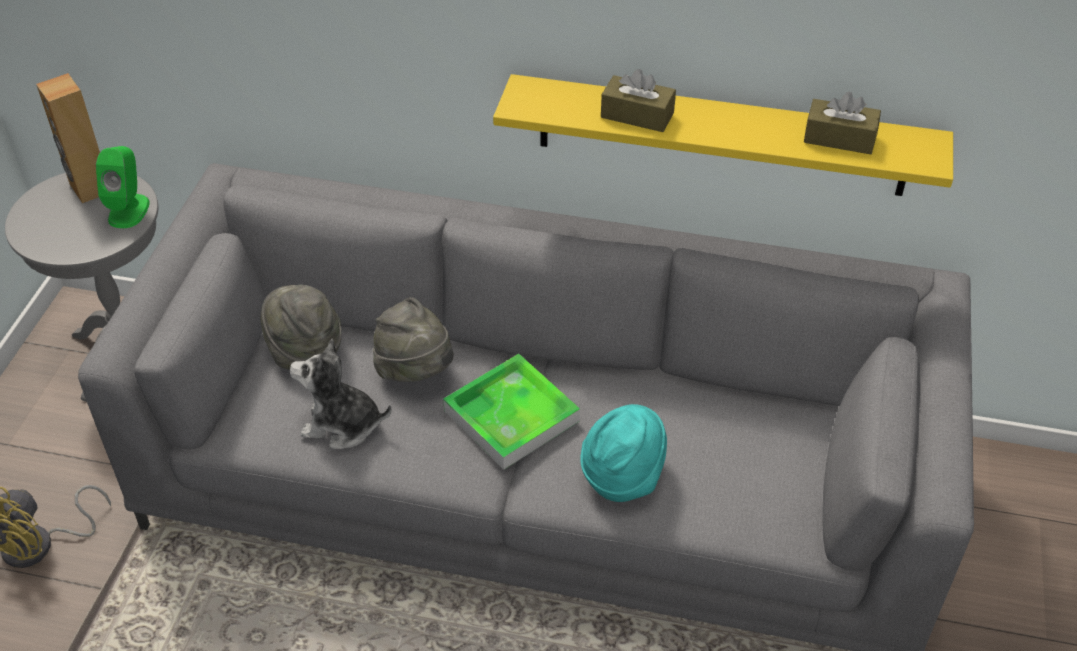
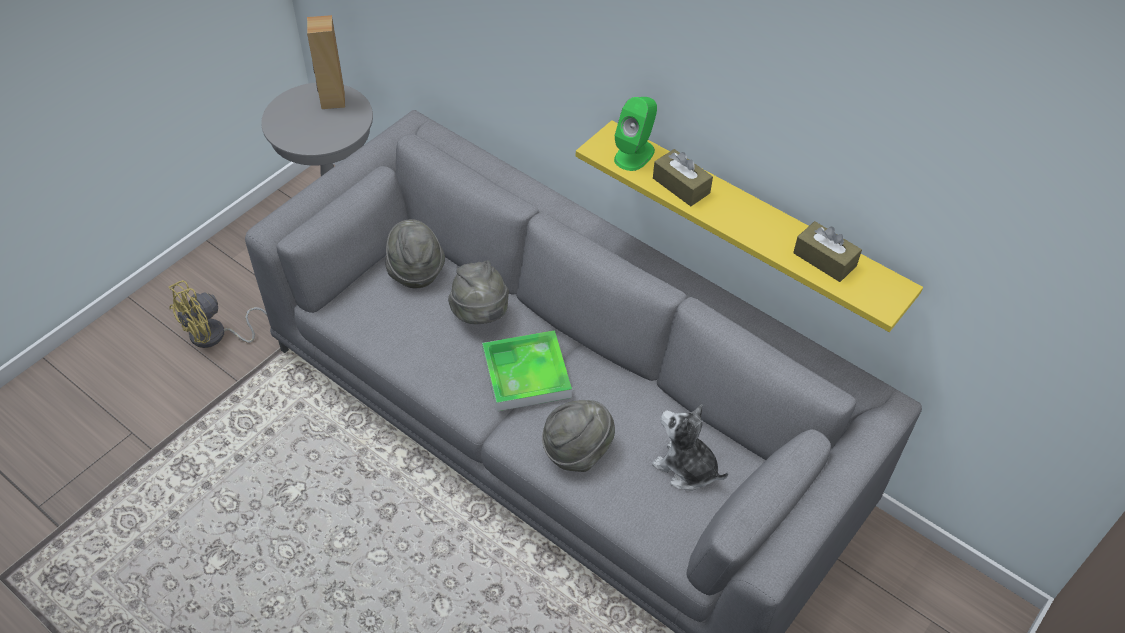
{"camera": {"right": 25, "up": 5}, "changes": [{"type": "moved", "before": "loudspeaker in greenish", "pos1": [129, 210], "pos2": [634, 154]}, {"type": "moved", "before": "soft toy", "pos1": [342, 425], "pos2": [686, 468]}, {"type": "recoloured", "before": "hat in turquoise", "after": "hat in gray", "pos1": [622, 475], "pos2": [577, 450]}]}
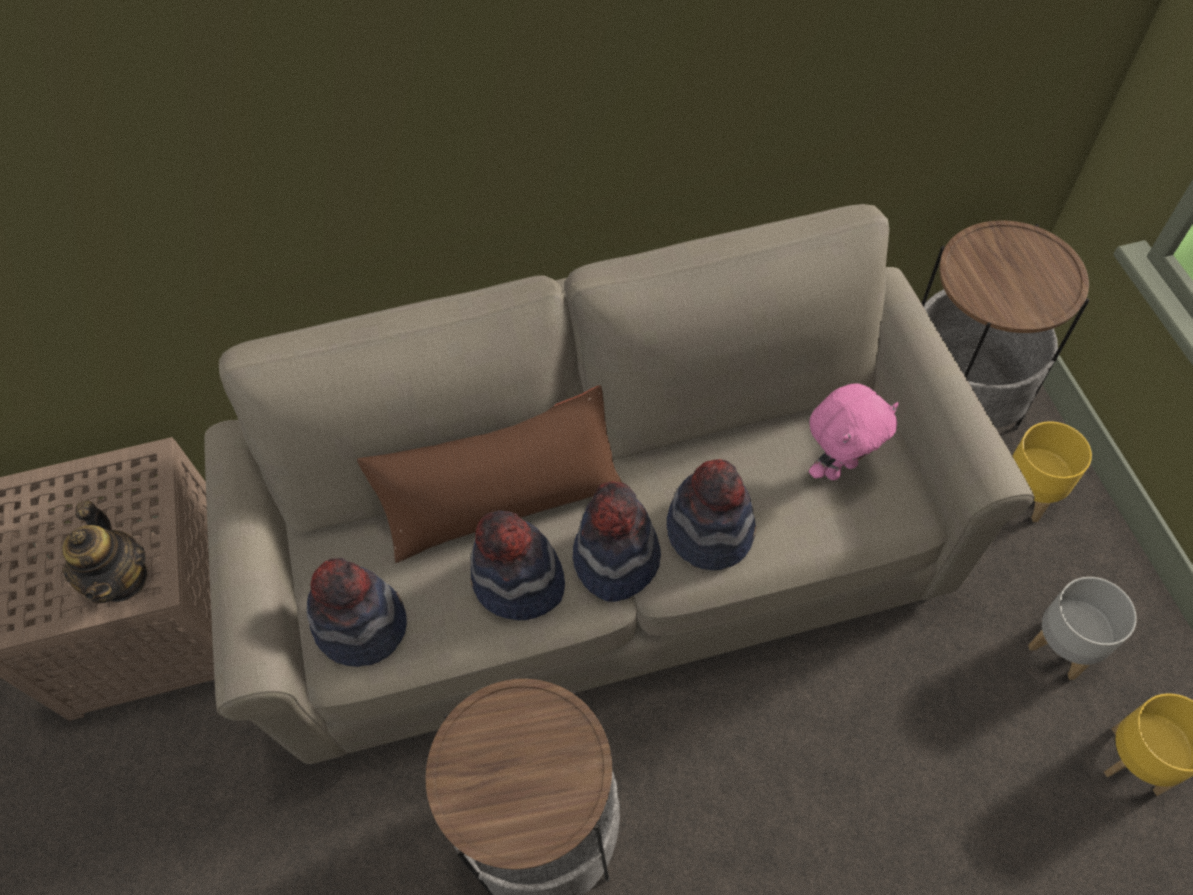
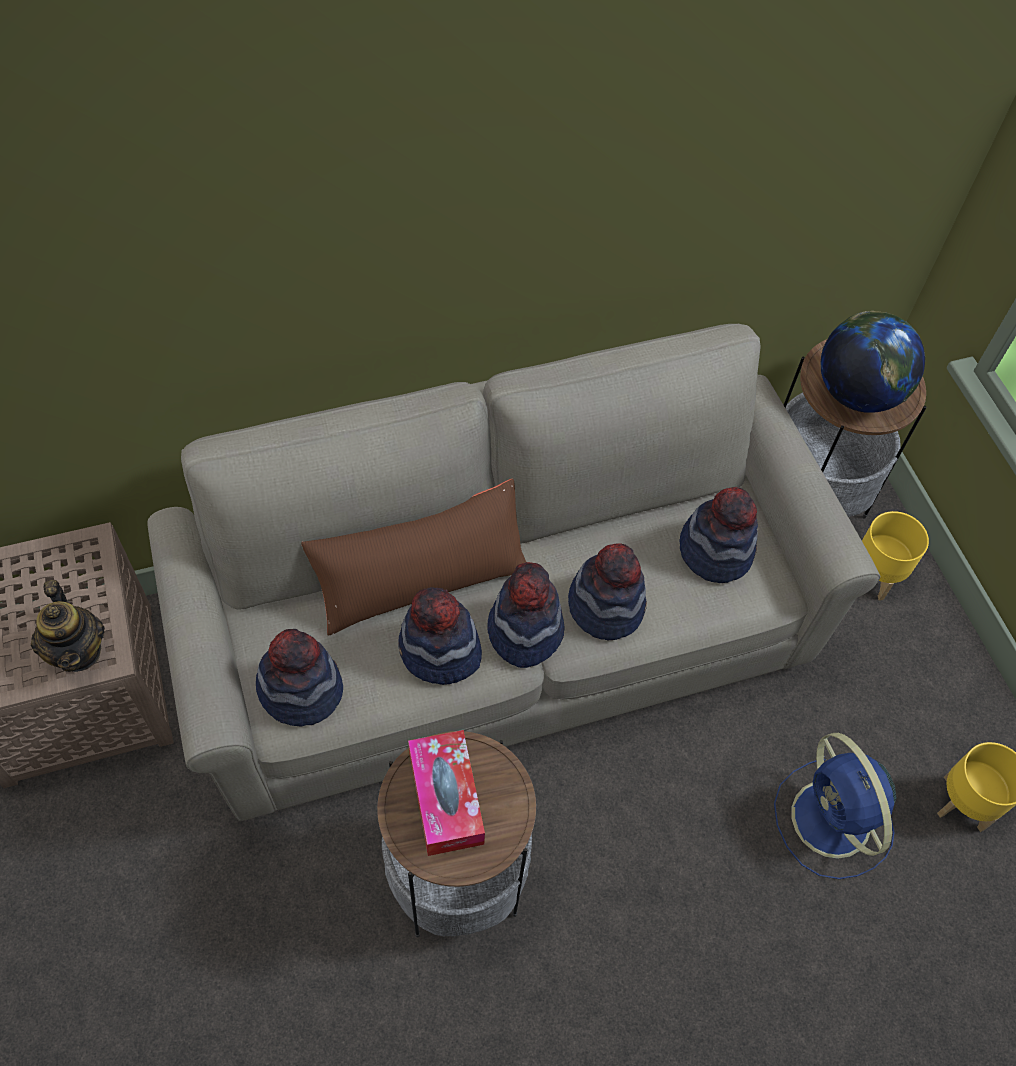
{"camera": {"right": -10, "up": 0}, "changes": [{"type": "removed", "before": "plant pot in gray", "pos1": [1064, 647]}, {"type": "added", "after": "box of tissues", "pos2": [446, 798]}, {"type": "added", "after": "electric fan in blue", "pos2": [832, 822]}, {"type": "added", "after": "desk globe", "pos2": [857, 394]}, {"type": "replaced", "before": "soft toy in pink-coloured", "after": "hat", "pos1": [839, 467], "pos2": [715, 551]}]}
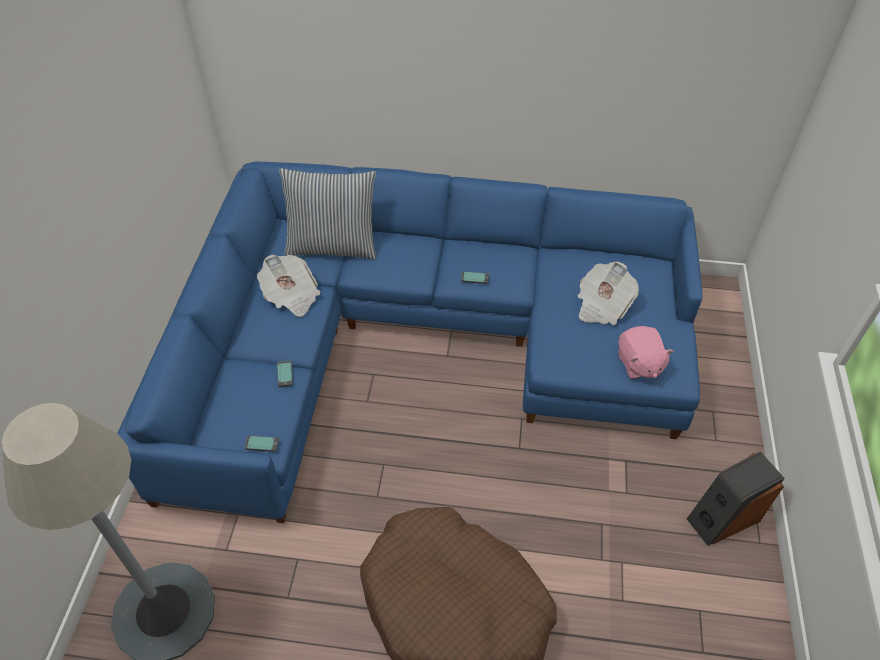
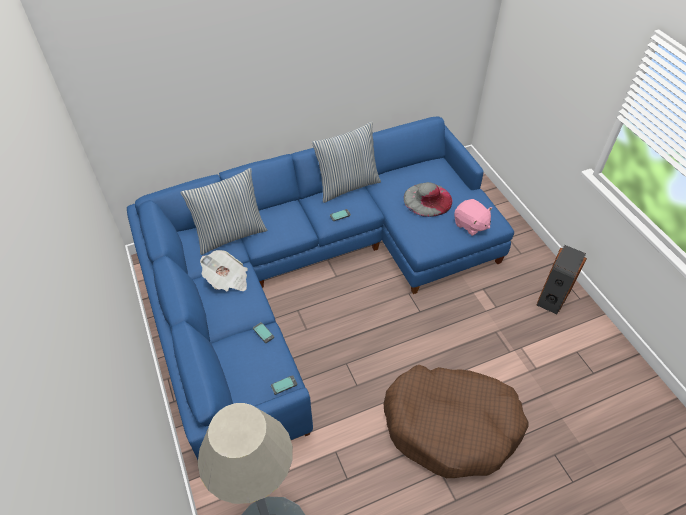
{"camera": {"right": -30, "up": 0}, "changes": [{"type": "added", "after": "cushion", "pos2": [347, 185]}, {"type": "replaced", "before": "daily paper", "after": "hat in gray", "pos1": [602, 305], "pos2": [427, 199]}]}
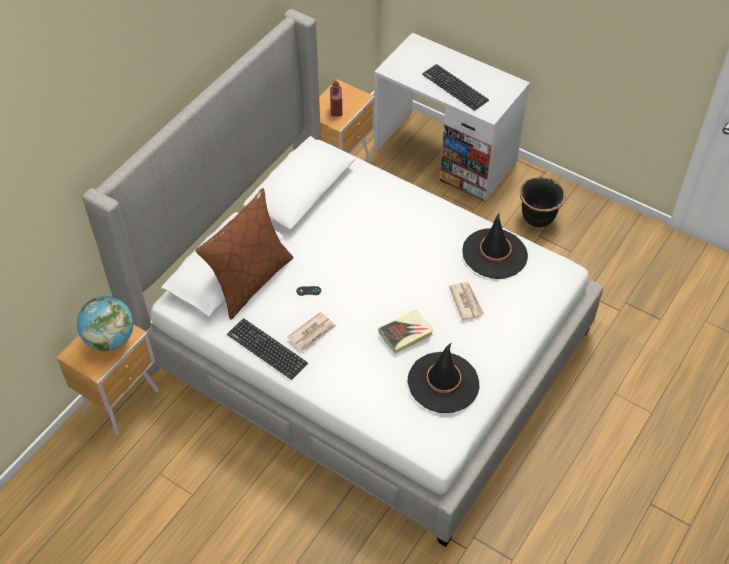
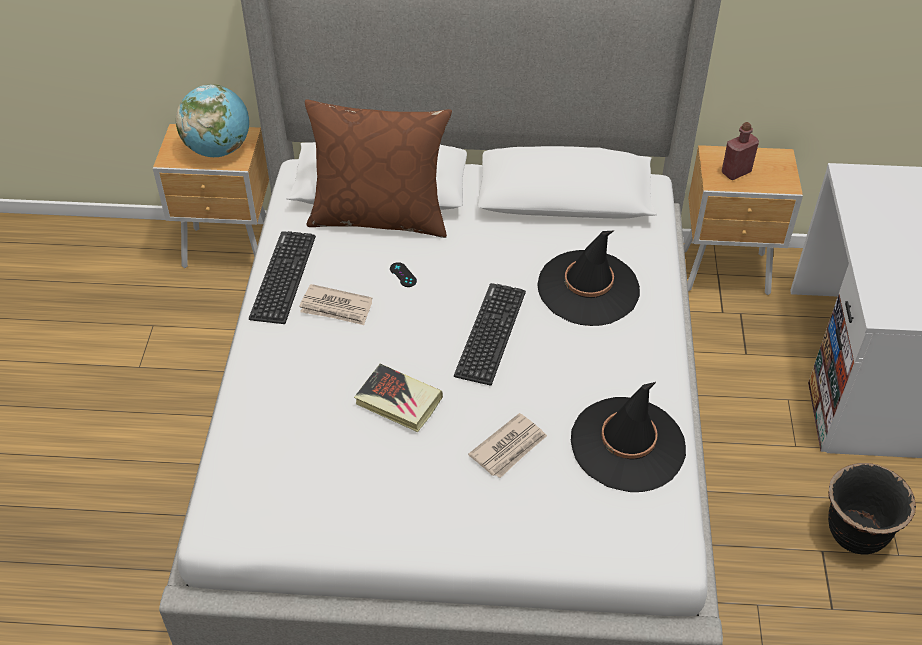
{"camera": {"right": 60, "up": -5}, "changes": [{"type": "moved", "before": "hat in blackish", "pos1": [443, 382], "pos2": [588, 288]}, {"type": "moved", "before": "computer keyboard", "pos1": [455, 87], "pos2": [490, 333]}]}
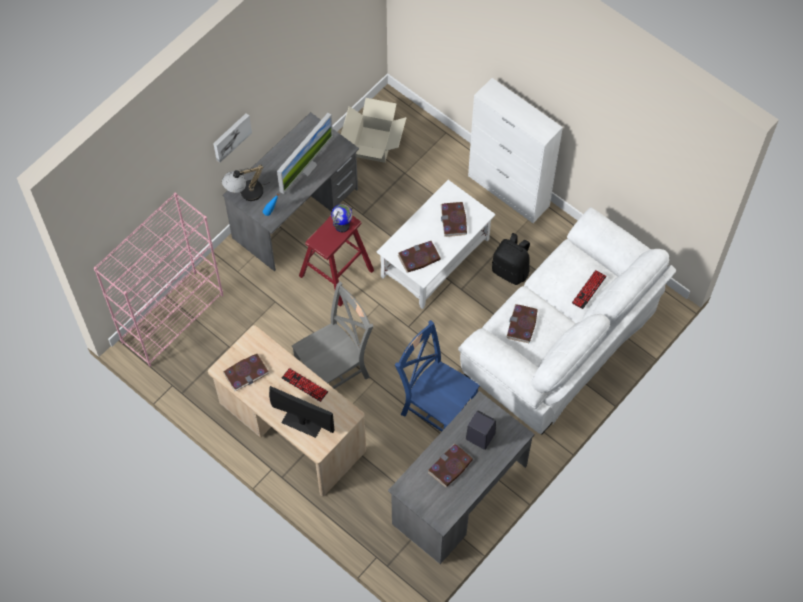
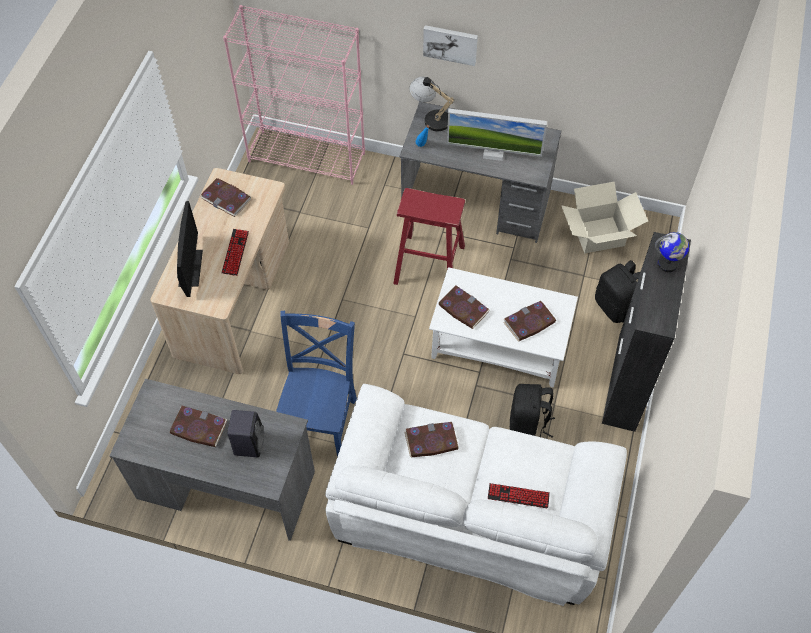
{"camera": {"right": 65, "up": -5}, "changes": [{"type": "removed", "before": "chair in gray", "pos1": [335, 370]}, {"type": "added", "after": "rucksack in blackish", "pos2": [615, 306]}, {"type": "moved", "before": "desk globe", "pos1": [342, 226], "pos2": [667, 264]}, {"type": "recoloured", "before": "cupboard in white", "after": "cupboard in blackish", "pos1": [509, 191], "pos2": [626, 382]}]}
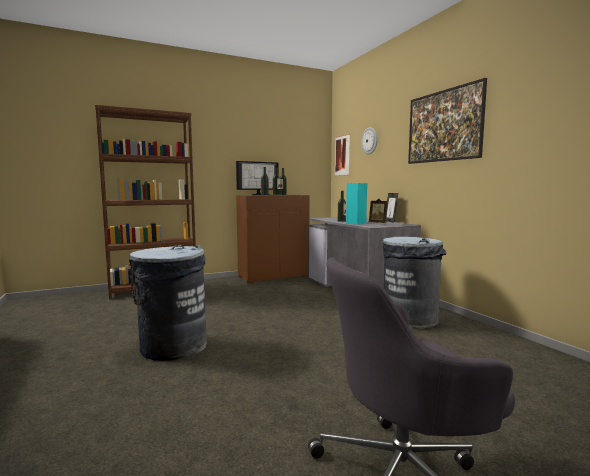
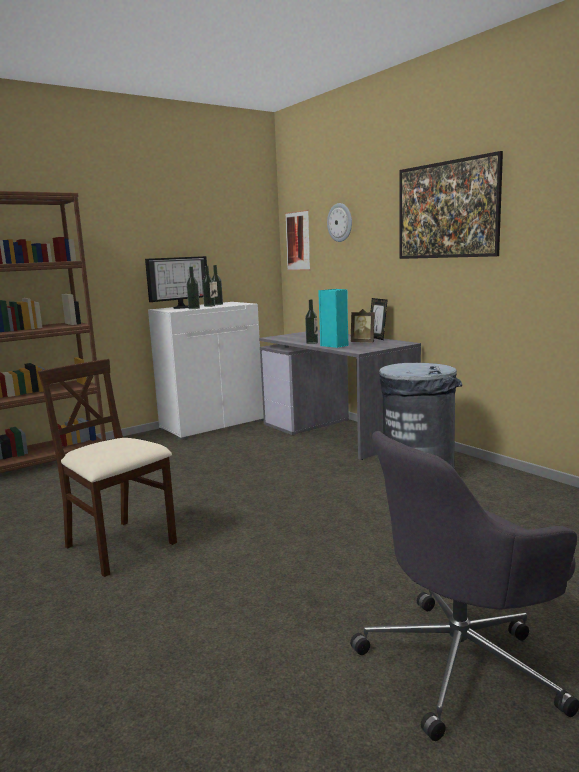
{"camera": {"right": -10, "up": 5}, "changes": [{"type": "replaced", "before": "trash can in gray", "after": "chair in beige-coloured", "pos1": [173, 346], "pos2": [119, 546]}, {"type": "recoloured", "before": "cupboard in brown-coloured", "after": "cupboard in white", "pos1": [273, 276], "pos2": [212, 424]}]}
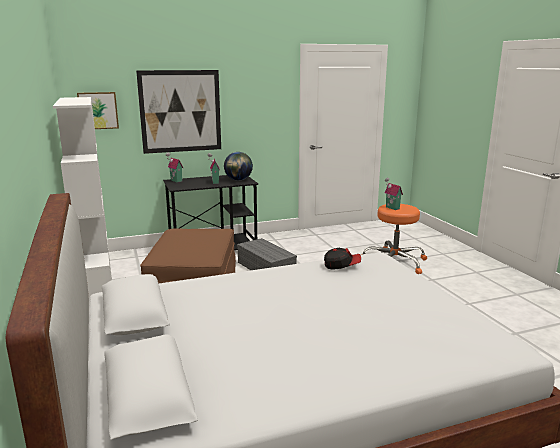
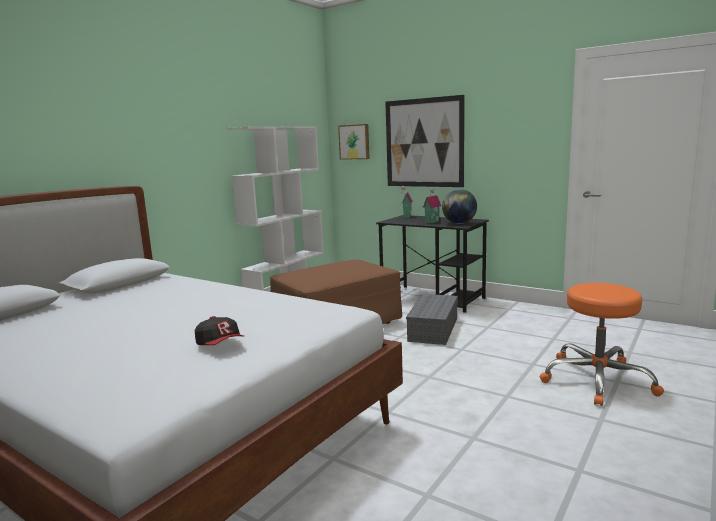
{"camera": {"right": 55, "up": -5}, "changes": [{"type": "removed", "before": "toy house", "pos1": [391, 208]}, {"type": "moved", "before": "cap", "pos1": [342, 266], "pos2": [220, 345]}]}
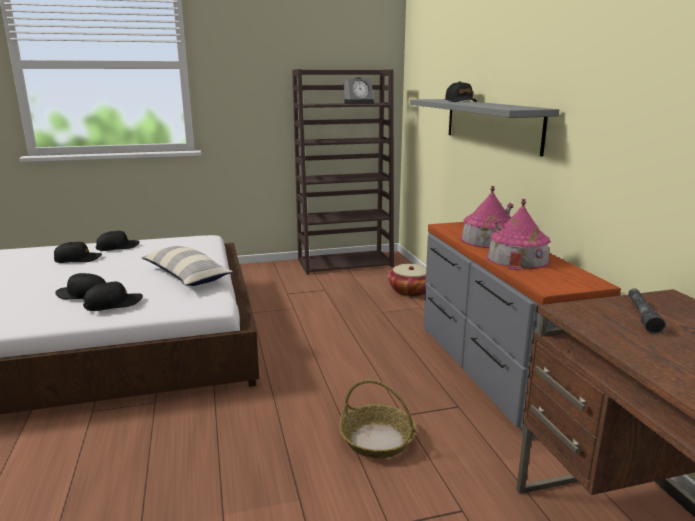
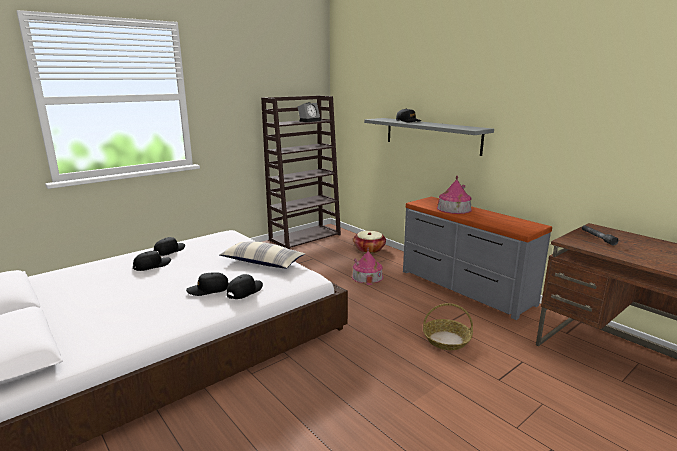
{"camera": {"right": -25, "up": 0}, "changes": [{"type": "moved", "before": "toy house", "pos1": [517, 258], "pos2": [367, 276]}]}
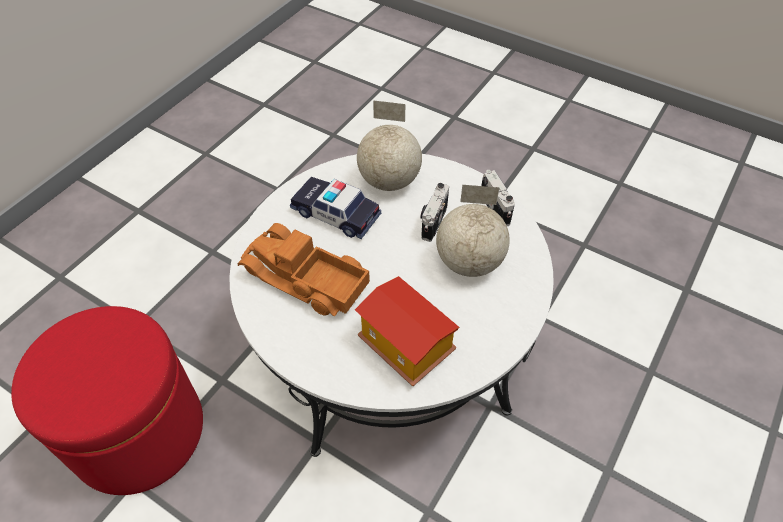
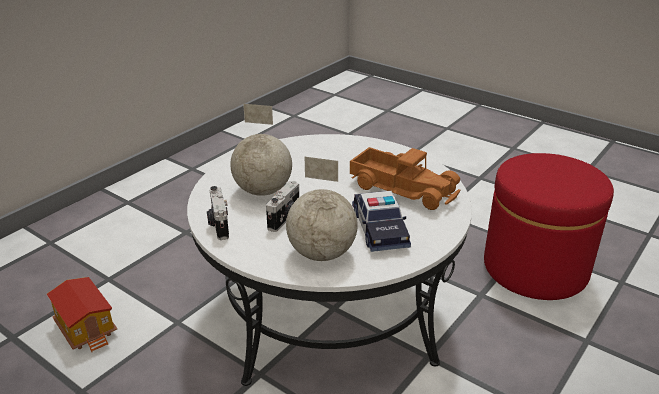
{"camera": {"right": -175, "up": -20}, "changes": [{"type": "moved", "before": "toy house", "pos1": [404, 346], "pos2": [87, 328]}, {"type": "turned", "before": "miniature car", "pos1": [336, 214], "pos2": [379, 229], "turn": 45}]}
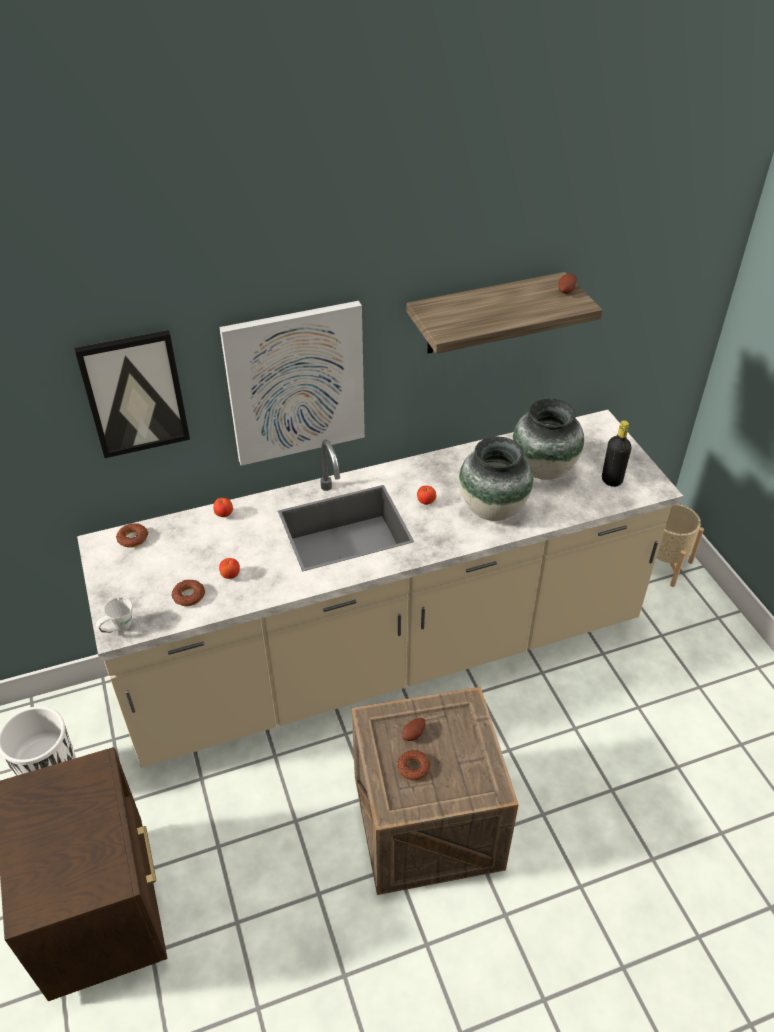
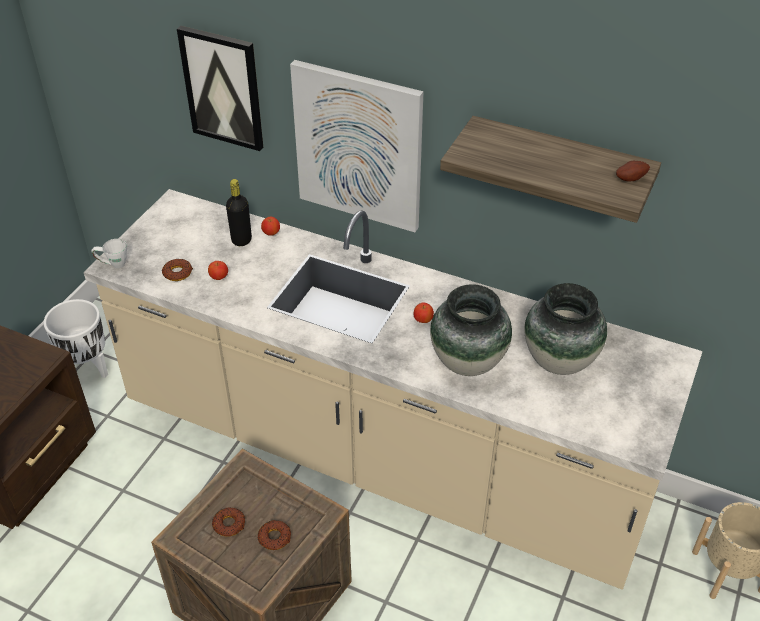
{"camera": {"right": 45, "up": 0}, "changes": [{"type": "removed", "before": "whole potato", "pos1": [414, 734]}, {"type": "moved", "before": "ring doughnut", "pos1": [133, 538], "pos2": [275, 537]}, {"type": "moved", "before": "drink bottle in blackish", "pos1": [611, 480], "pos2": [241, 240]}]}
